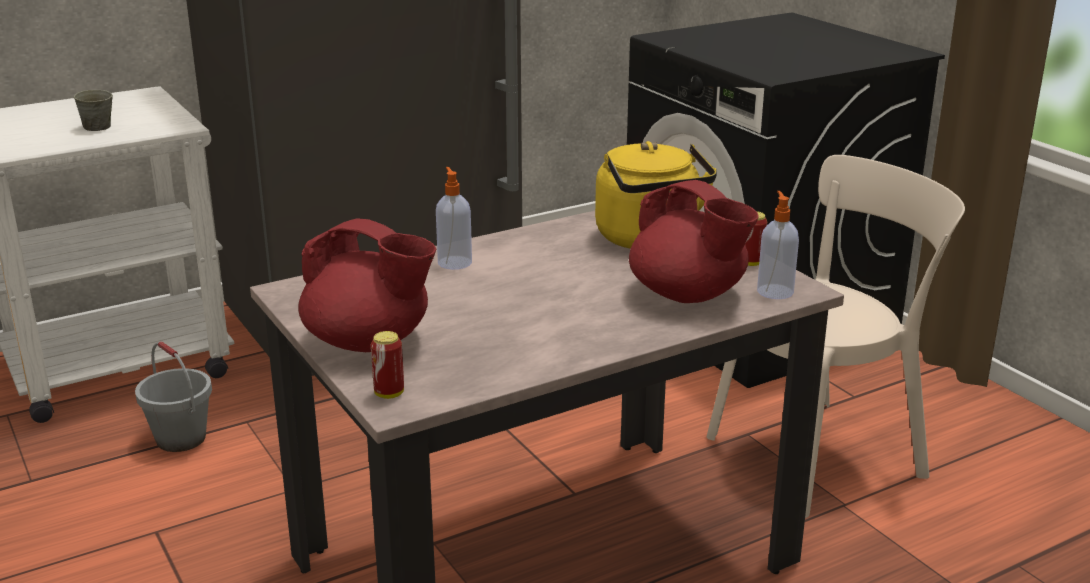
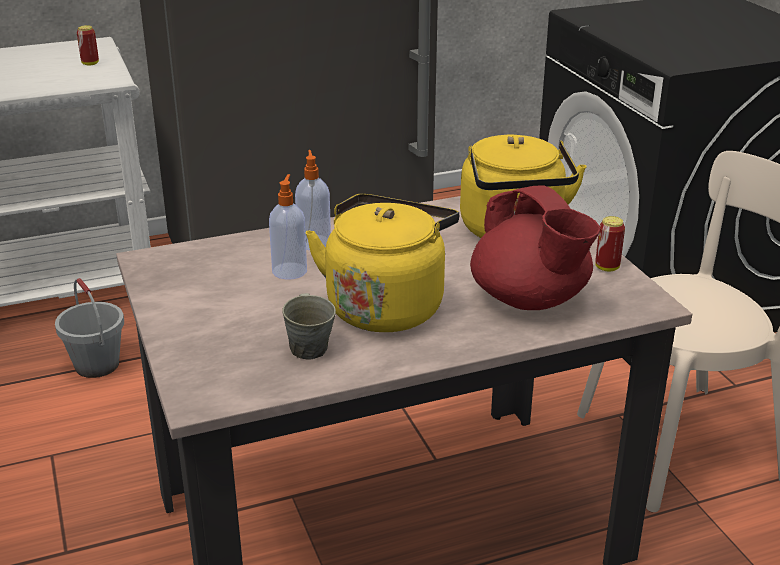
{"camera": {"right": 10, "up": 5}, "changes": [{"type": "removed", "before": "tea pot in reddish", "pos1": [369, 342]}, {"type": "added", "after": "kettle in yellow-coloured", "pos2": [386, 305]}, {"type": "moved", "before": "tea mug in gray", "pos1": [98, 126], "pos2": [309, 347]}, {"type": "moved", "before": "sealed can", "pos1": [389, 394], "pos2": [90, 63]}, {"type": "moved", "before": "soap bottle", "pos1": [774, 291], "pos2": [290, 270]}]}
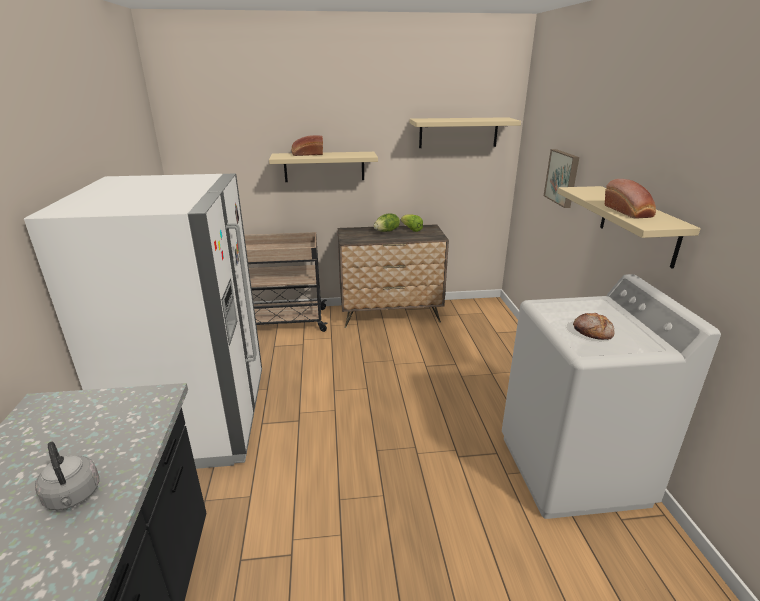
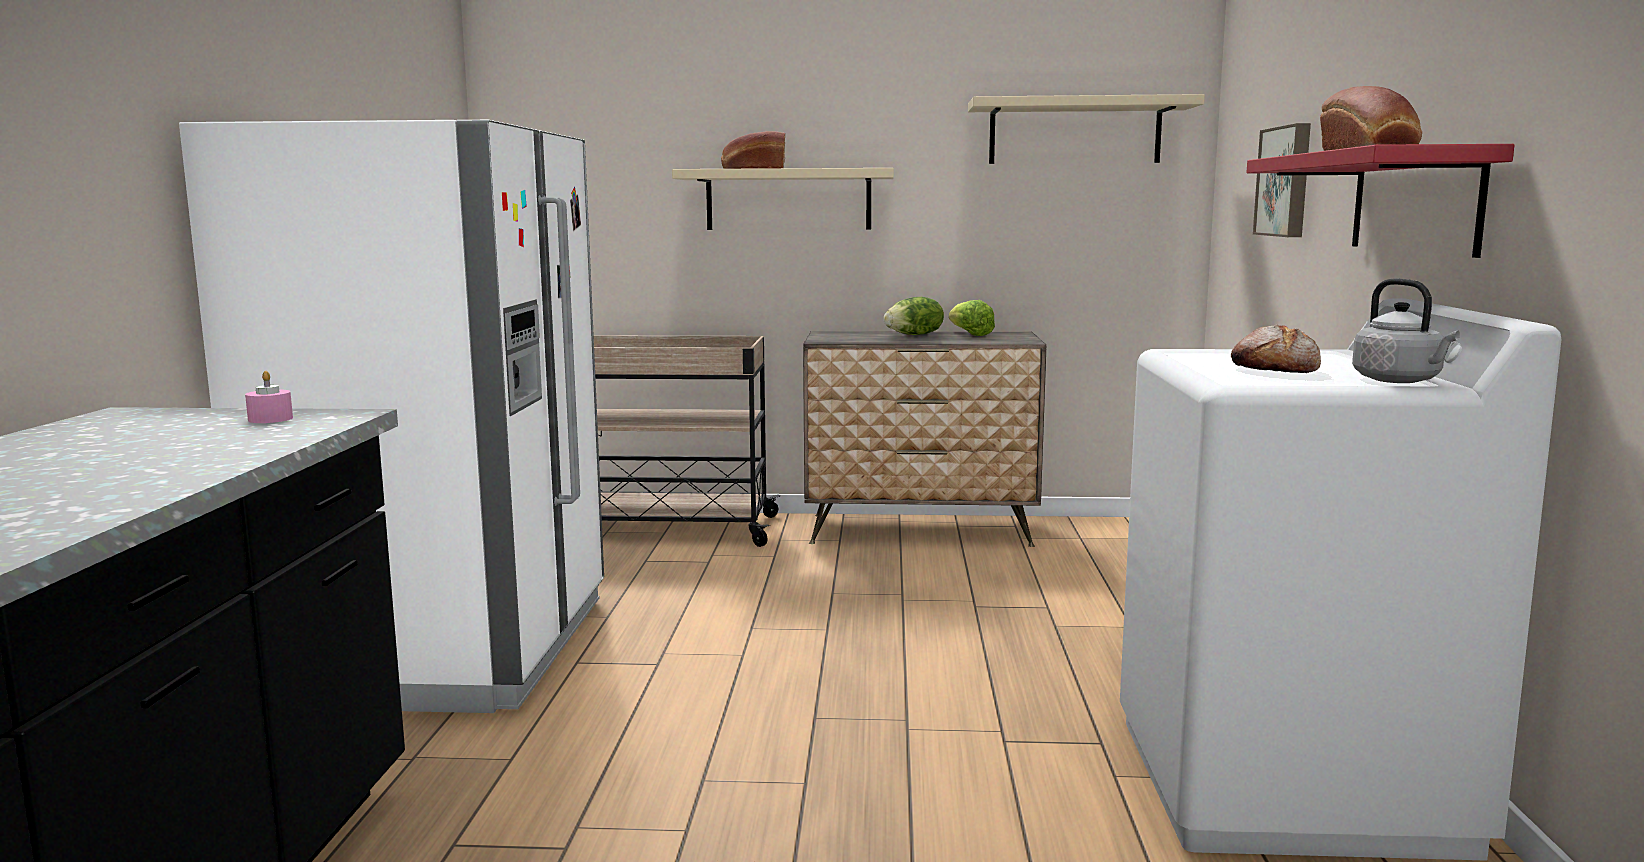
{"camera": {"right": 10, "up": -15}, "changes": [{"type": "added", "after": "wax light in pink-coloured", "pos2": [270, 419]}, {"type": "moved", "before": "kettle in gray", "pos1": [73, 497], "pos2": [1400, 381]}, {"type": "recoloured", "before": "bracket shelf in beige-coloured", "after": "bracket shelf in reddish", "pos1": [638, 225], "pos2": [1414, 202]}]}
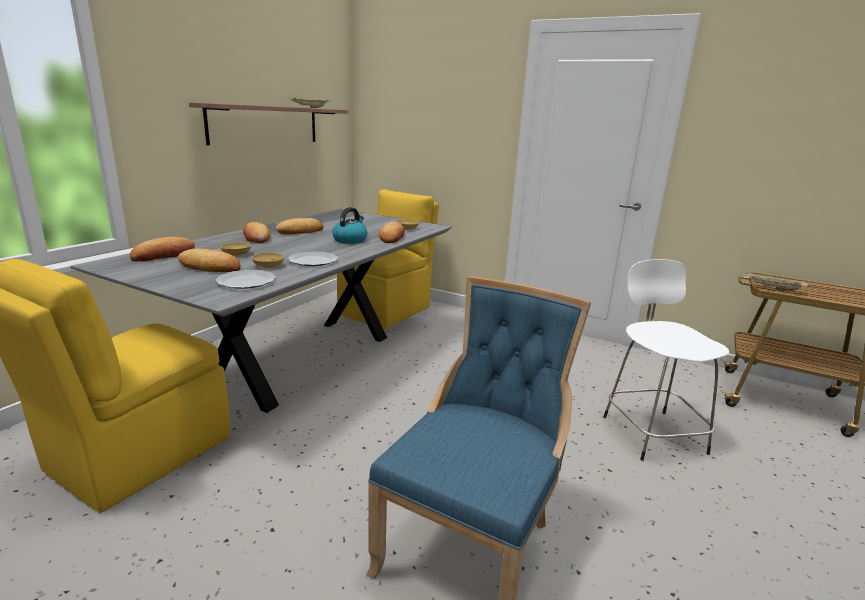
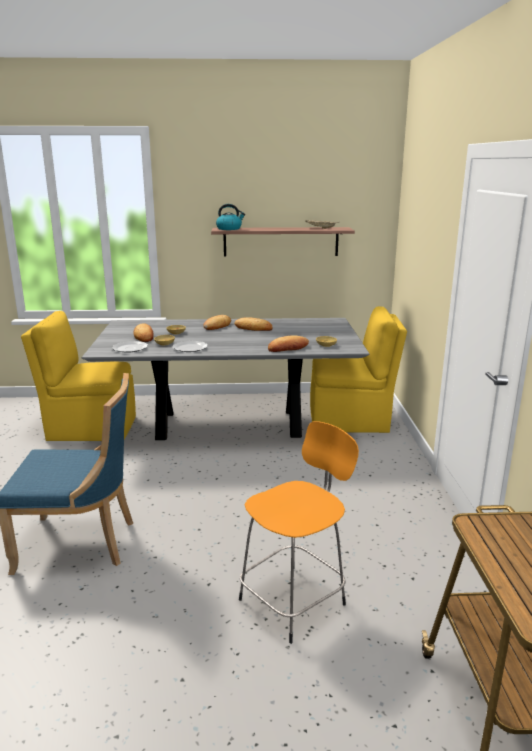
{"camera": {"right": 60, "up": 0}, "changes": [{"type": "removed", "before": "bakery bread", "pos1": [163, 255]}, {"type": "removed", "before": "tray in beige-coloured", "pos1": [773, 289]}, {"type": "moved", "before": "kettle", "pos1": [350, 240], "pos2": [229, 229]}, {"type": "recoloured", "before": "stool seat in white", "after": "stool seat in orange-coloured", "pos1": [651, 432], "pos2": [295, 600]}]}
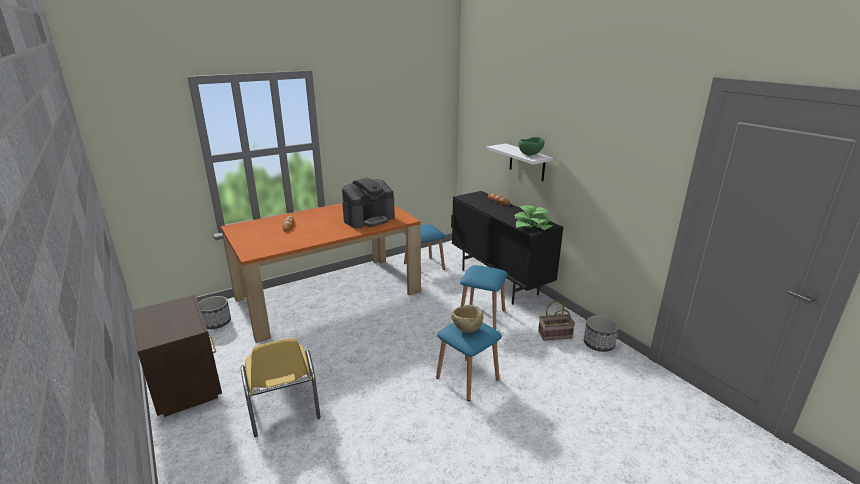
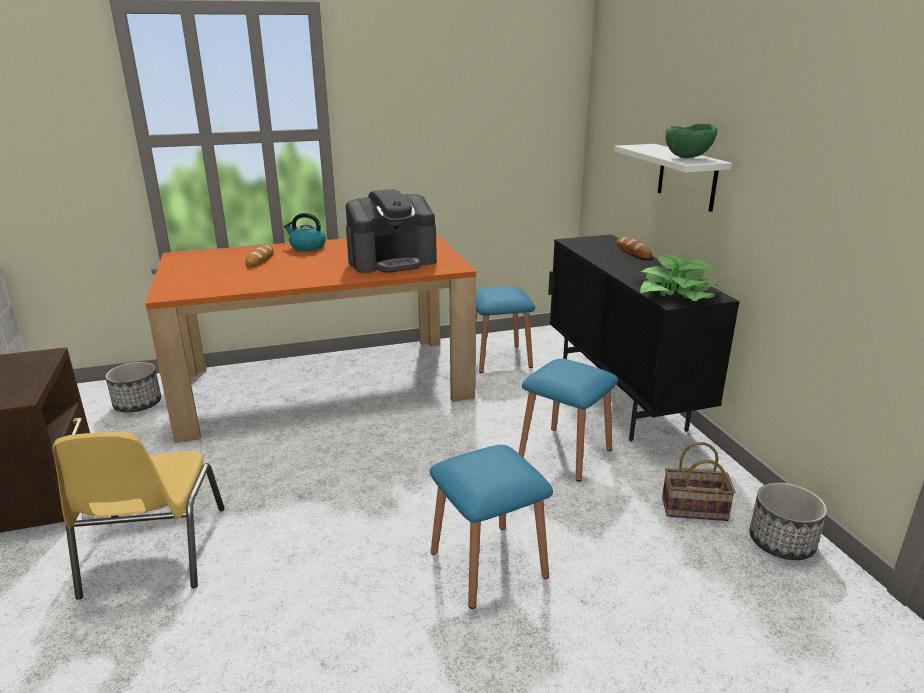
{"camera": {"right": 15, "up": 0}, "changes": [{"type": "removed", "before": "bowl in beige-coloured", "pos1": [466, 329]}, {"type": "added", "after": "kettle", "pos2": [307, 247]}]}
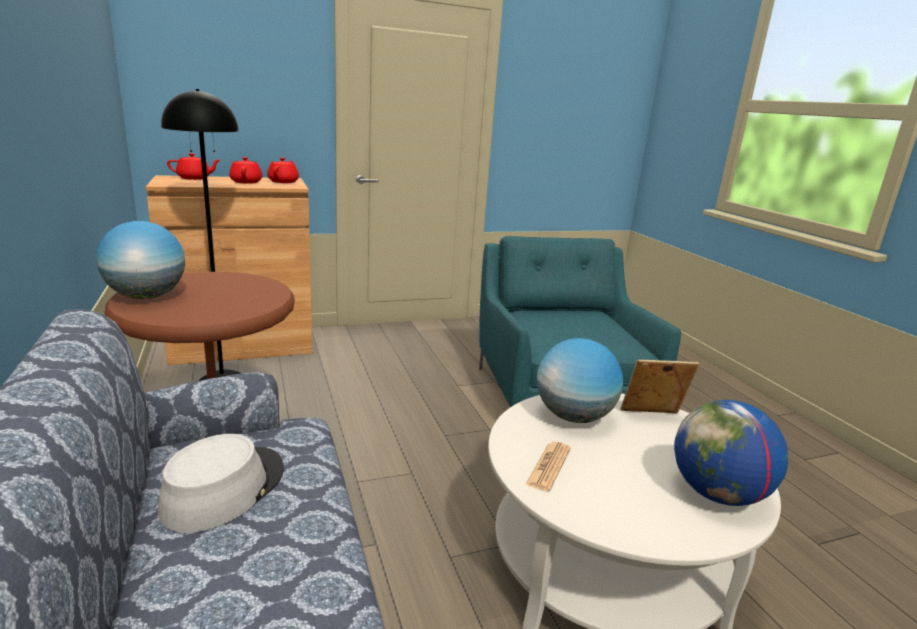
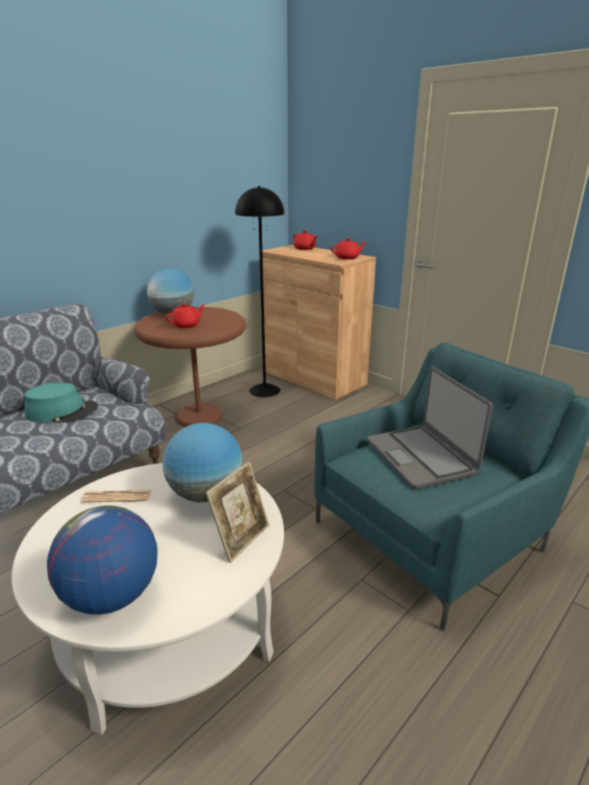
{"camera": {"right": 65, "up": 5}, "changes": [{"type": "added", "after": "notebook computer", "pos2": [421, 457]}, {"type": "moved", "before": "tea pot in reddish", "pos1": [246, 182], "pos2": [186, 325]}, {"type": "recoloured", "before": "hat in gray", "after": "hat in turquoise", "pos1": [224, 489], "pos2": [62, 411]}, {"type": "turned", "before": "standing frame", "pos1": [651, 417], "pos2": [241, 538], "turn": 60}]}
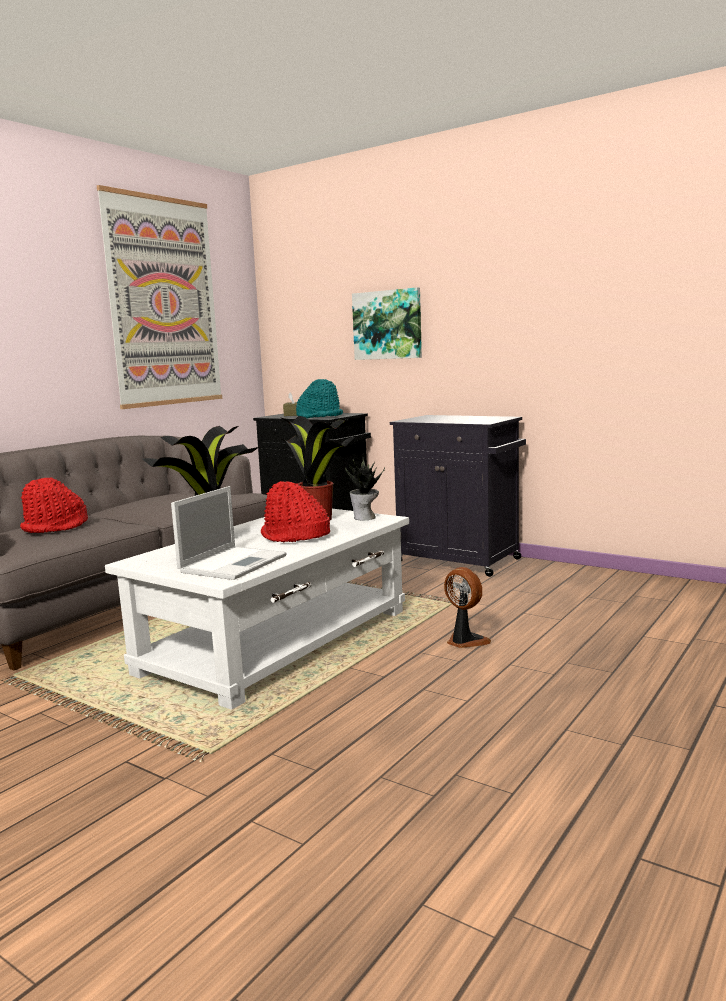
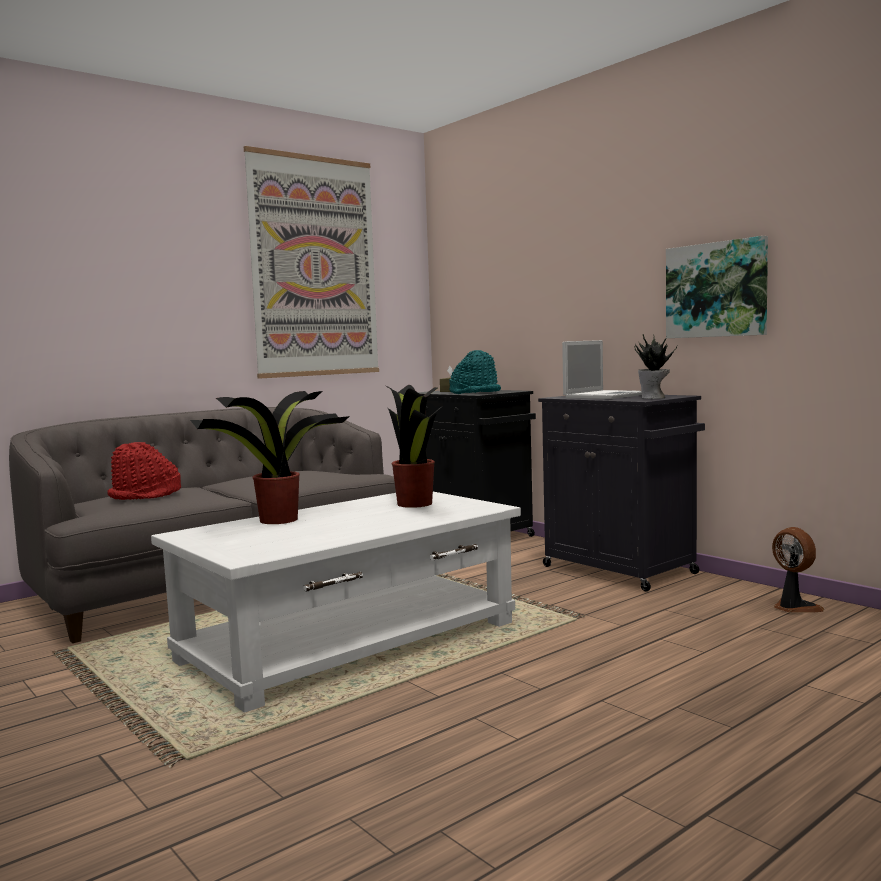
{"camera": {"right": 15, "up": -5}, "changes": [{"type": "removed", "before": "hat in reddish", "pos1": [294, 536]}, {"type": "moved", "before": "notebook computer", "pos1": [234, 563], "pos2": [606, 396]}, {"type": "moved", "before": "houseplant", "pos1": [365, 518], "pos2": [654, 398]}, {"type": "moved", "before": "wall picture", "pos1": [388, 325], "pos2": [716, 290]}, {"type": "moved", "before": "electric fan", "pos1": [465, 641], "pos2": [794, 607]}]}
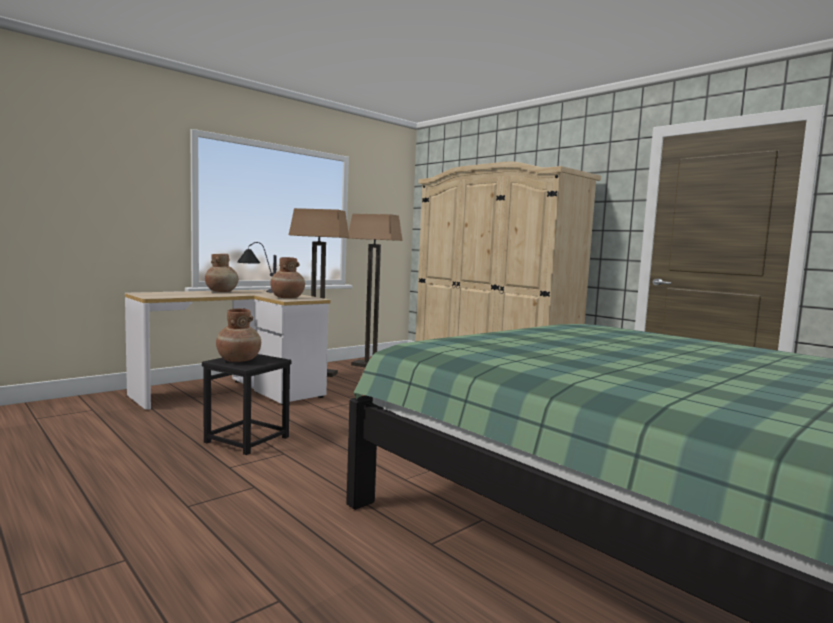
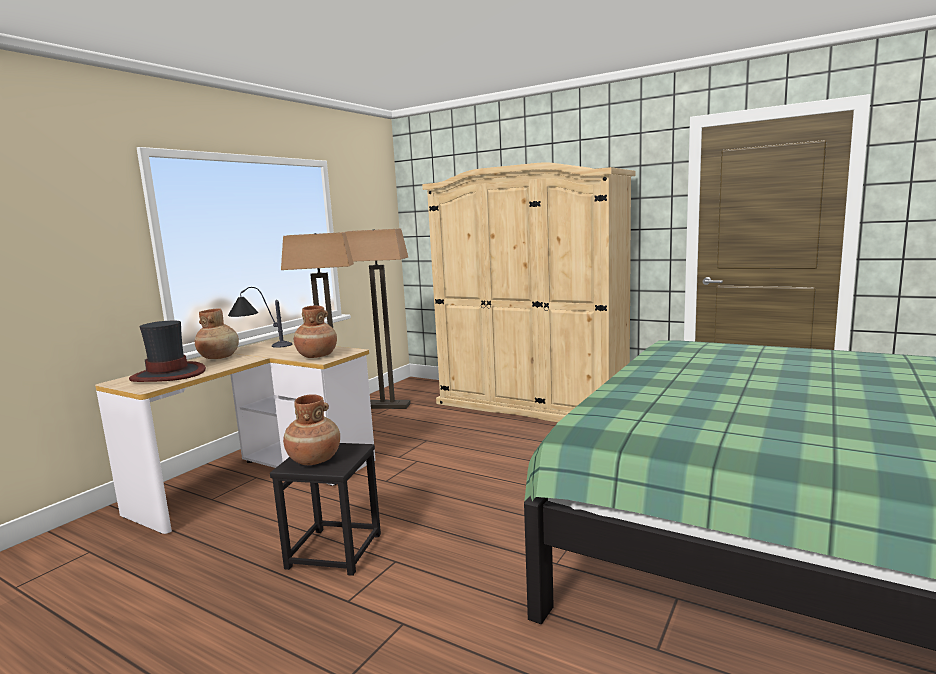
{"camera": {"right": -15, "up": 5}, "changes": [{"type": "added", "after": "hat", "pos2": [169, 374]}]}
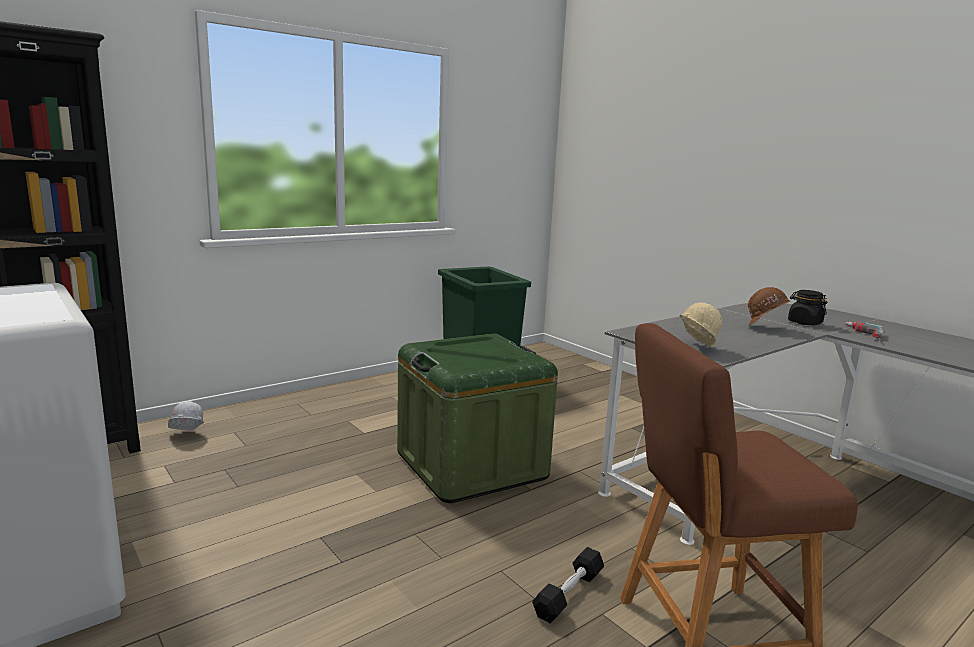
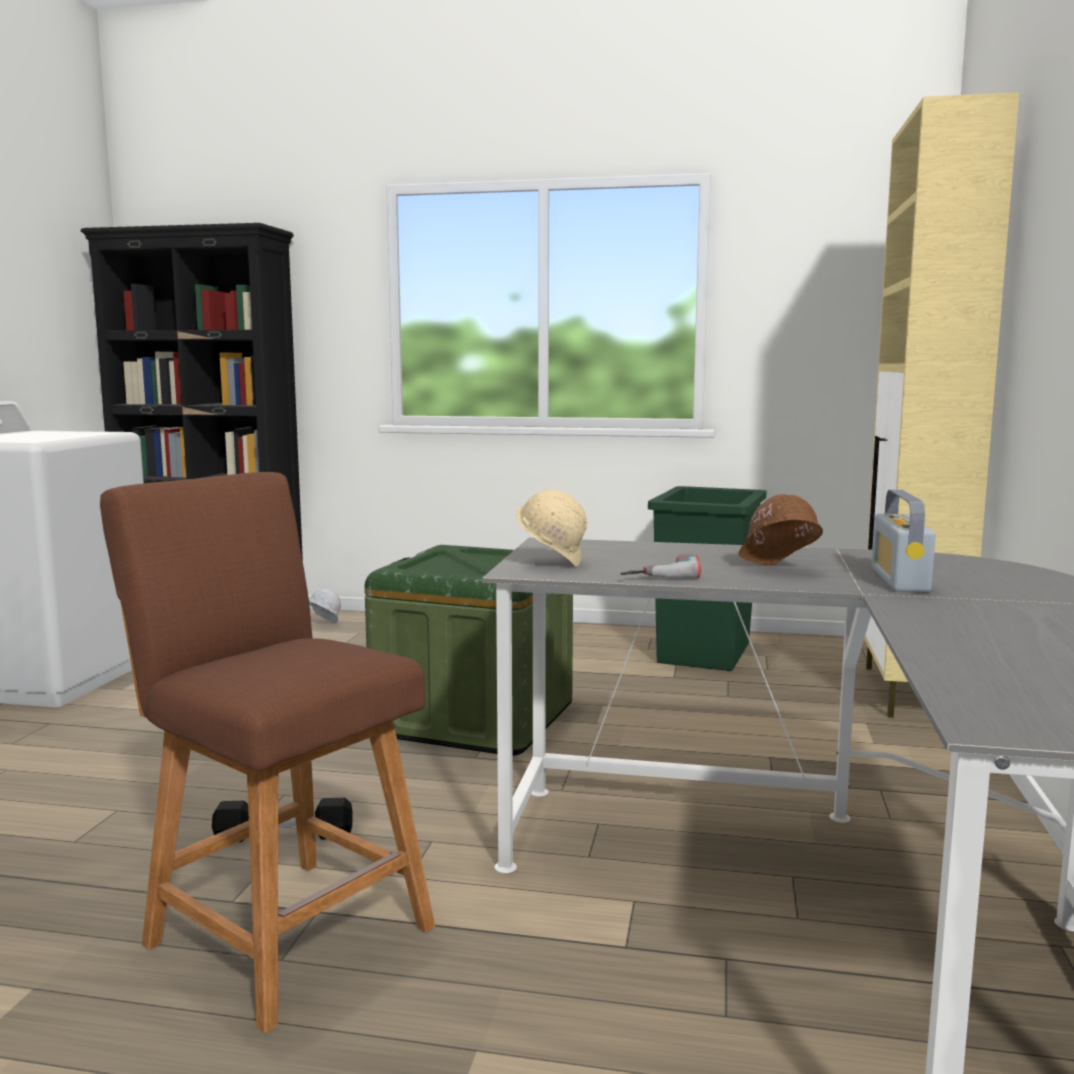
{"camera": {"right": 50, "up": -5}, "changes": [{"type": "added", "after": "cupboard in beige-coloured", "pos2": [908, 693]}, {"type": "moved", "before": "power drill", "pos1": [862, 335], "pos2": [660, 573]}, {"type": "replaced", "before": "storage jar in blackish", "after": "radio receiver", "pos1": [804, 323], "pos2": [899, 580]}]}
